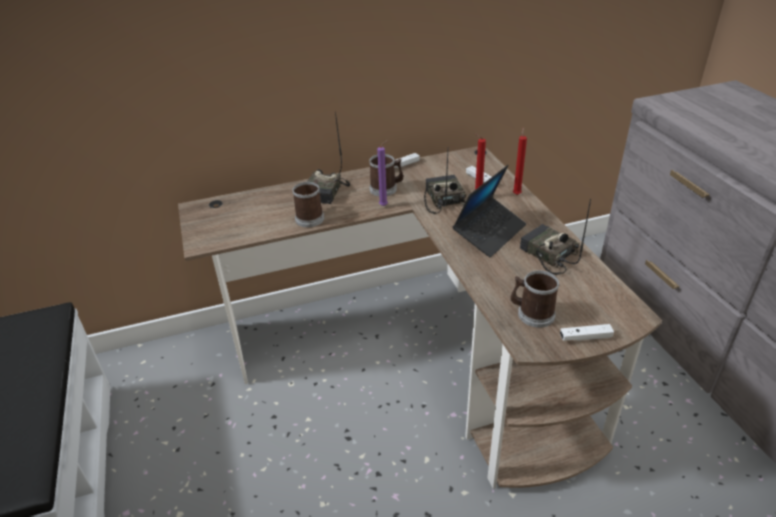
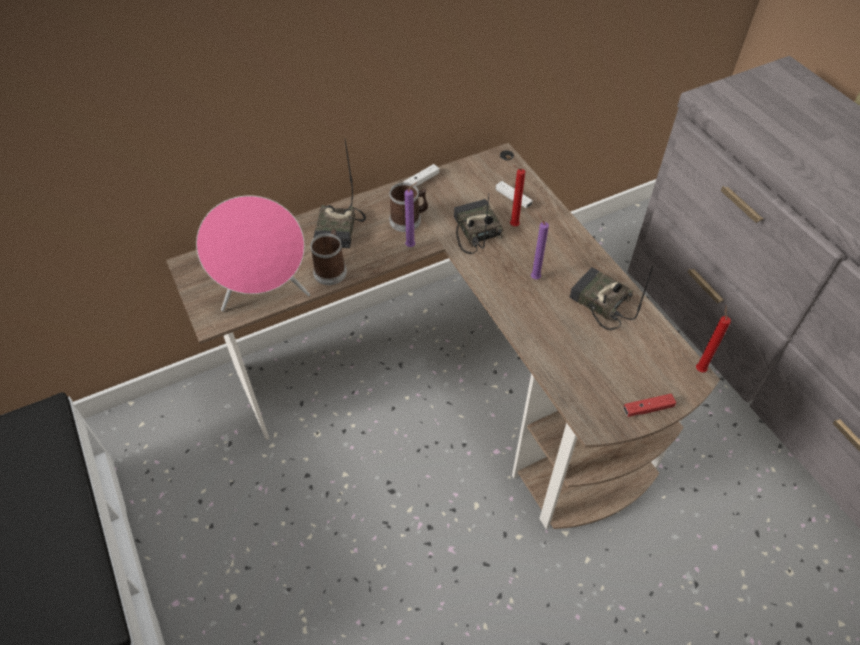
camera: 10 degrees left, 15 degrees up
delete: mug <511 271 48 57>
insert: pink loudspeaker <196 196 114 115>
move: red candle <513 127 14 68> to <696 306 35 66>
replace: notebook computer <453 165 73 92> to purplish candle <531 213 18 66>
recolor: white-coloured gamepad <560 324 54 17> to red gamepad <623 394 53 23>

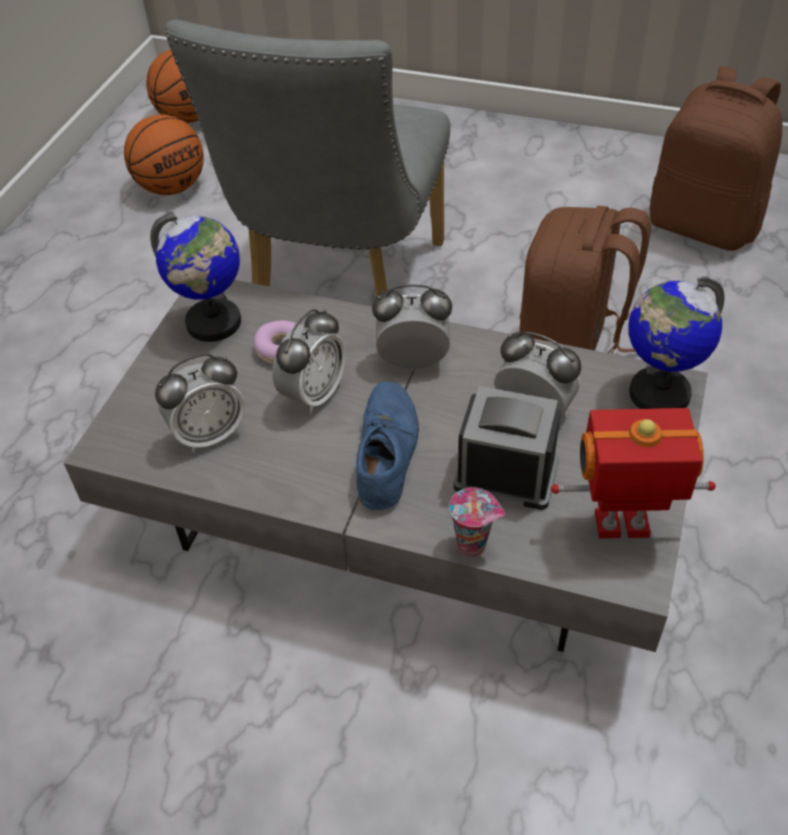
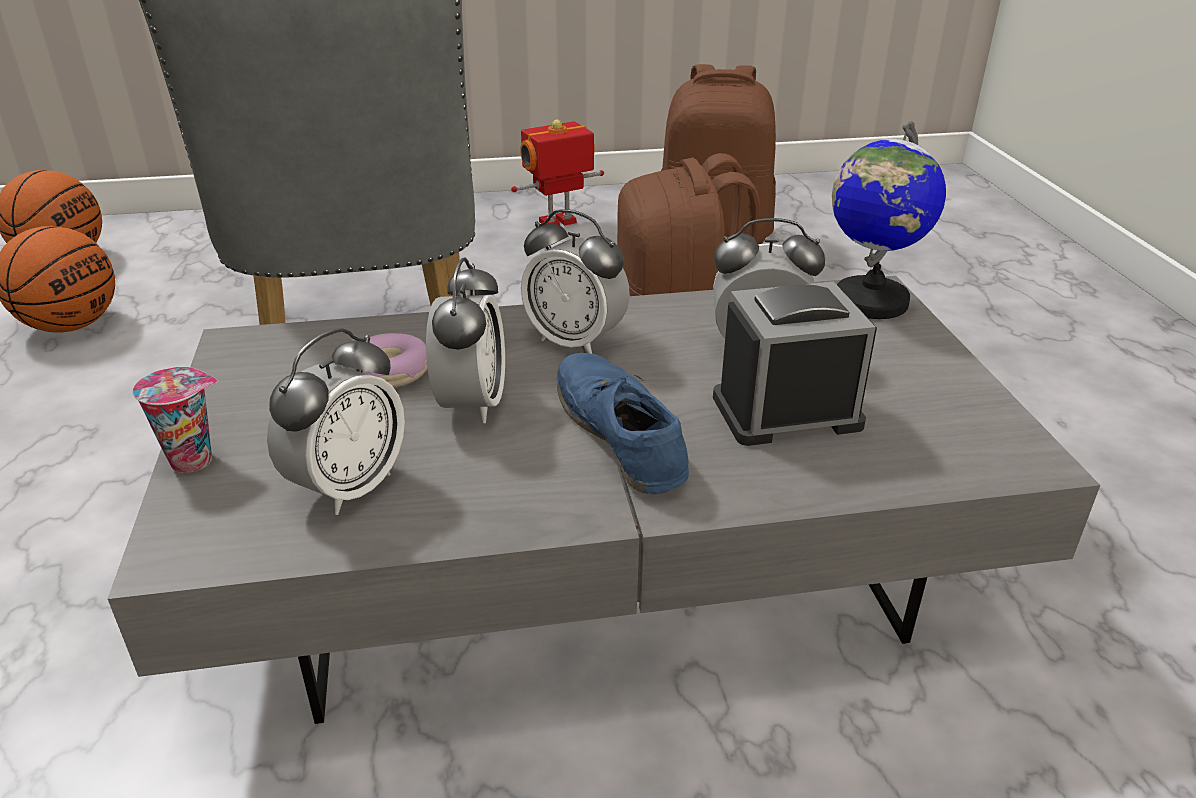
camera: 30 degrees left, 15 degrees down
delete: world globe <150 211 91 131>
move: cup <449 488 56 69> to <133 367 84 106>; toy robot <551 408 165 131> to <511 119 93 107>
rotate: bedside clock <372 284 80 86> = <521 209 109 145> 120 degrees counterclockwise

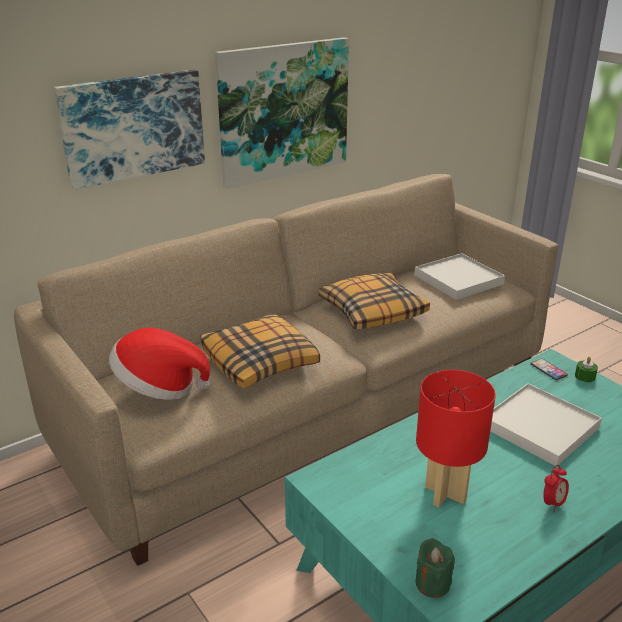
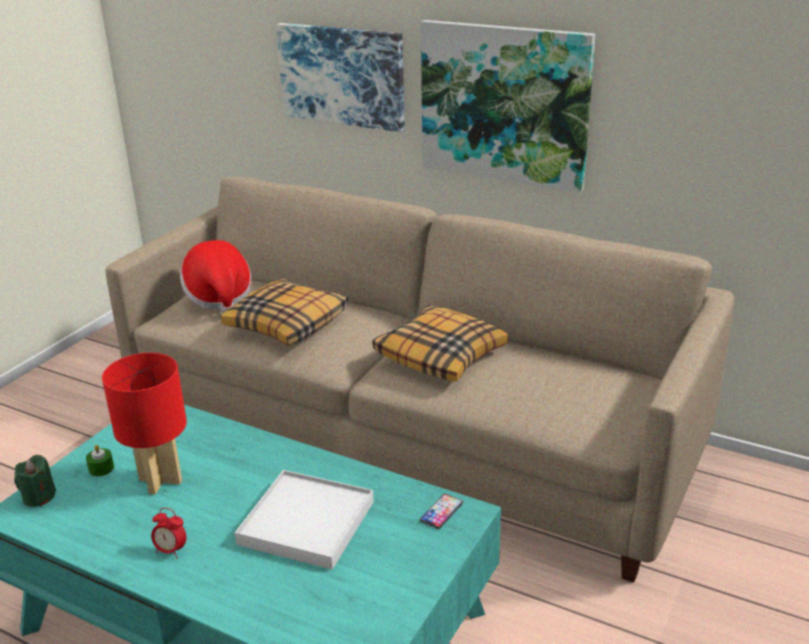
camera: 65 degrees right, 0 degrees up
delete: white-coloured serving tray <414 253 91 47>
move: green-coloured candle <575 357 23 25> to <86 445 28 31>

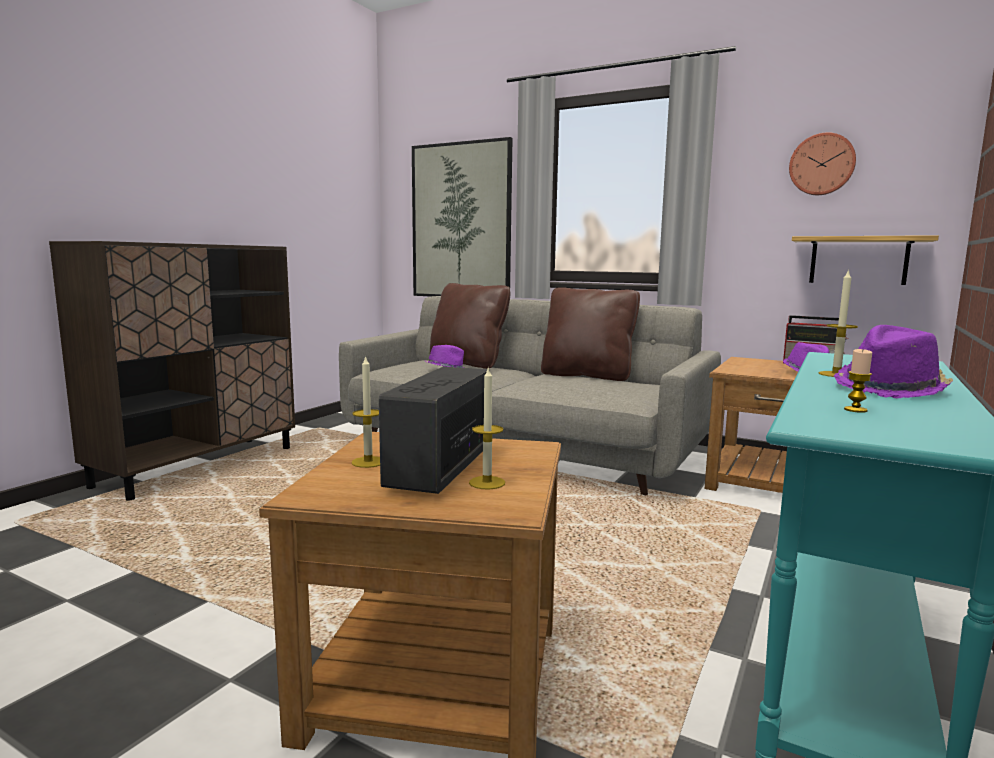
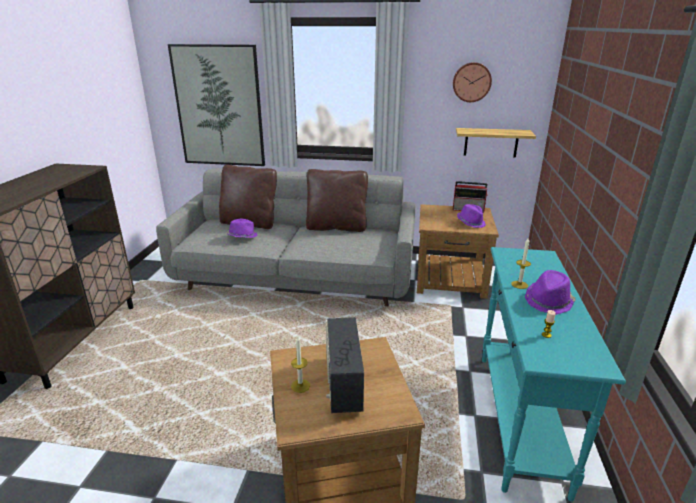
camera: 20 degrees left, 15 degrees up
delete: candle <469 366 36 124>

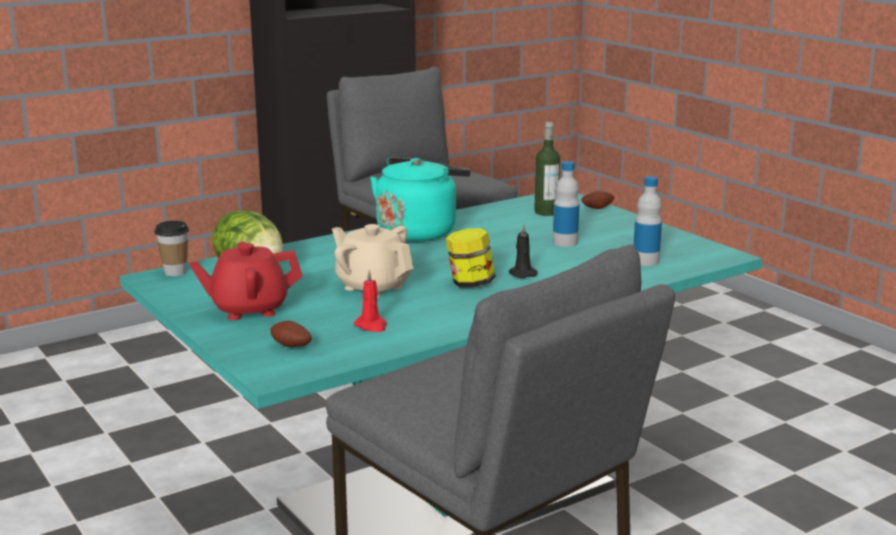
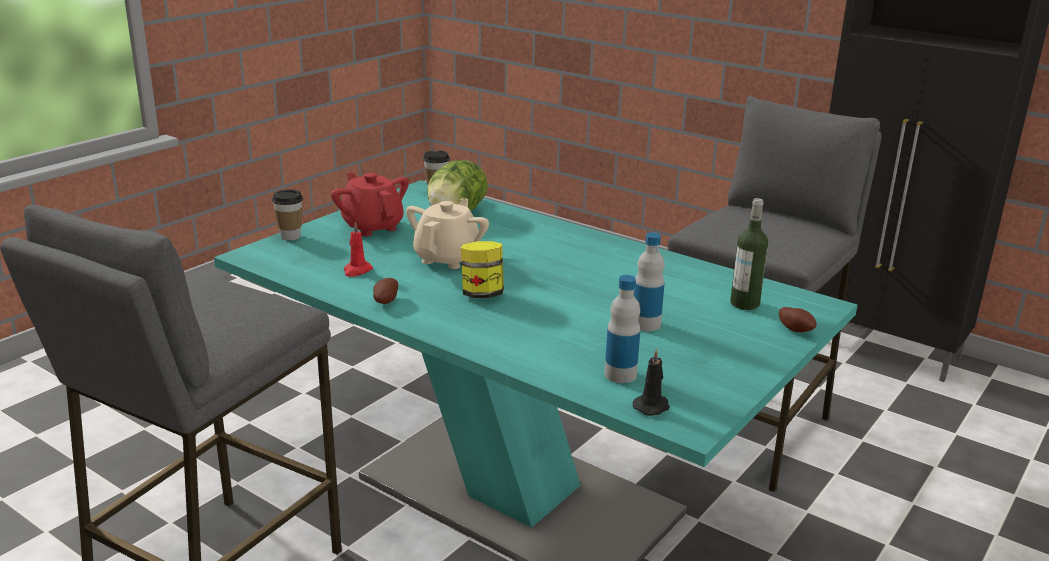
camera: 70 degrees right, 5 degrees up
delete: turquoise-coloured water kettle <370 158 101 84>
insert: cup <272 189 31 52>
move: potato <271 320 41 27> to <373 278 25 26>; black candle <509 224 29 54> to <632 348 38 68>

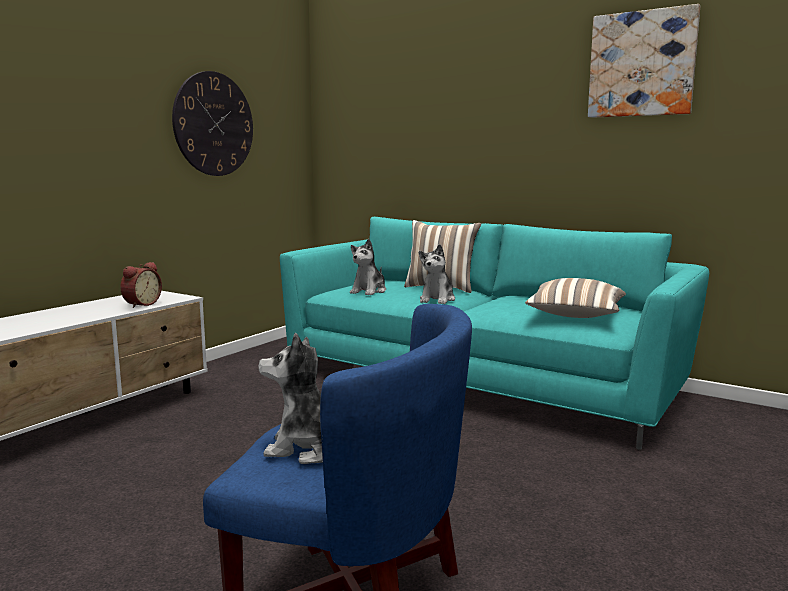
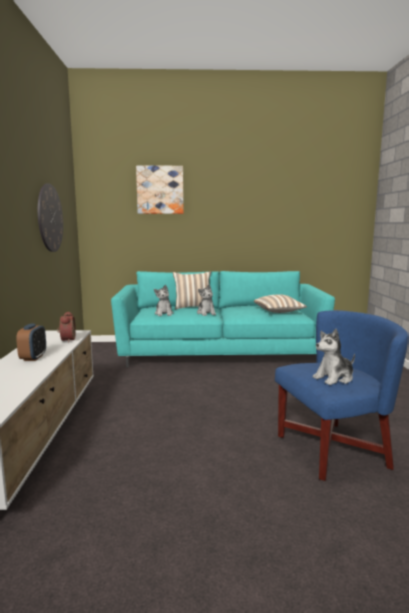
camera: 35 degrees left, 0 degrees up
insert: bedside clock <16 324 30 37>
move: picture <588 4 112 114> to <136 165 48 49>

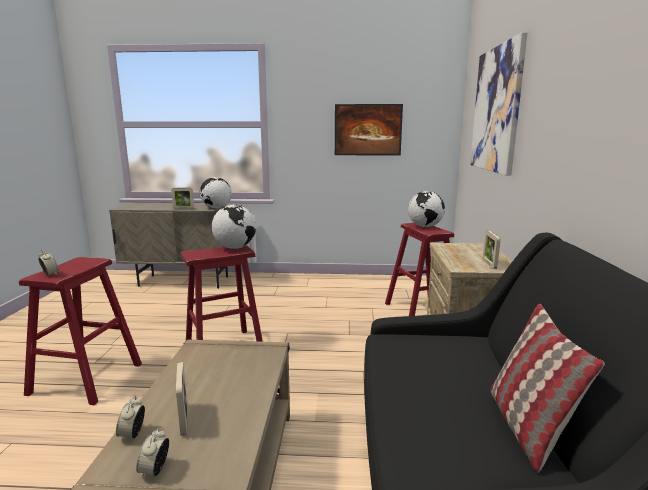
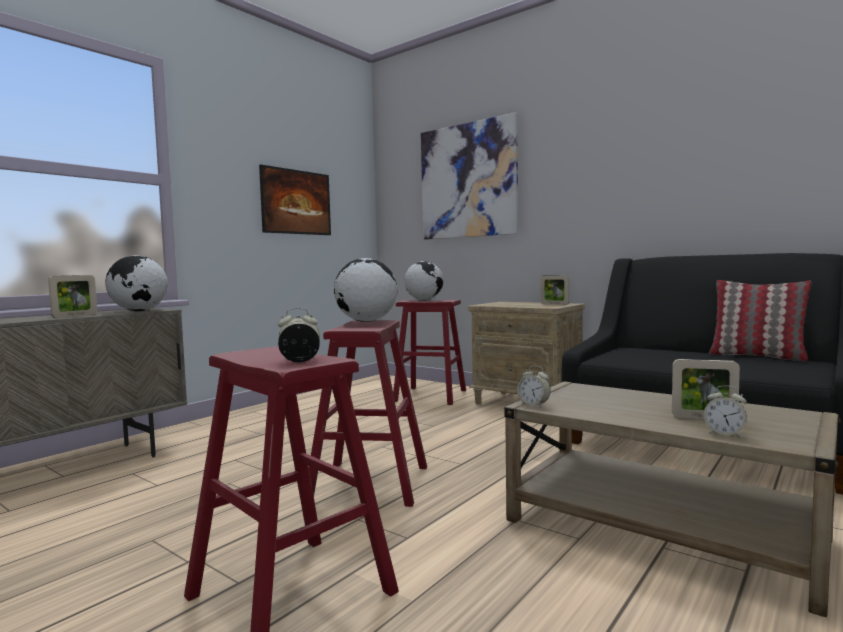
camera: 55 degrees left, 10 degrees down
move: bedside clock <136 428 33 51> to <517 366 34 41>

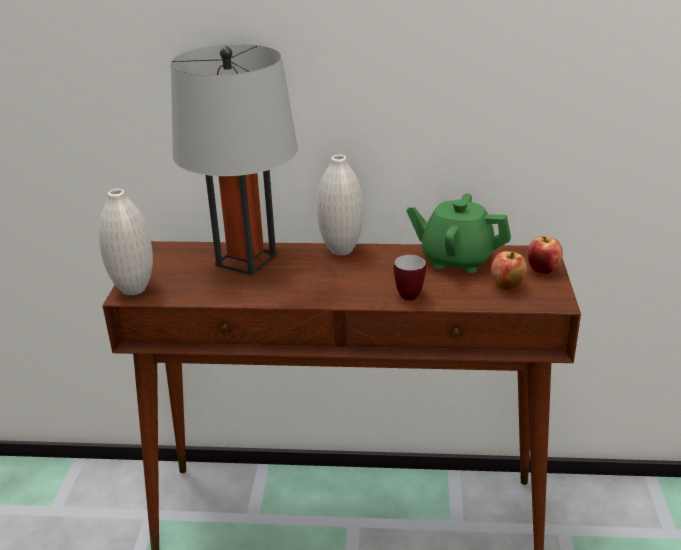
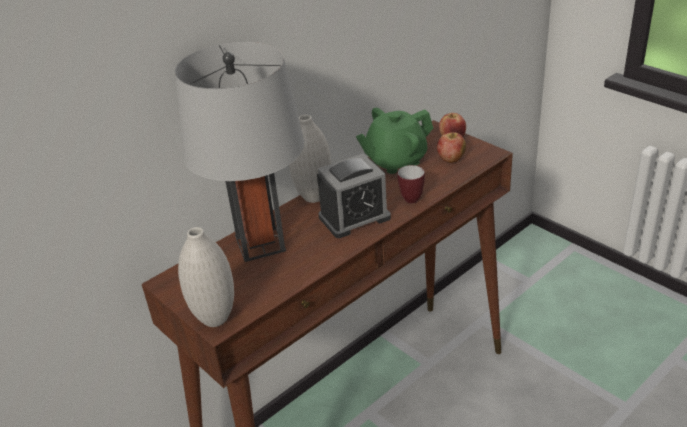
camera: 45 degrees left, 5 degrees up
insert: bedside clock <317 154 74 84>

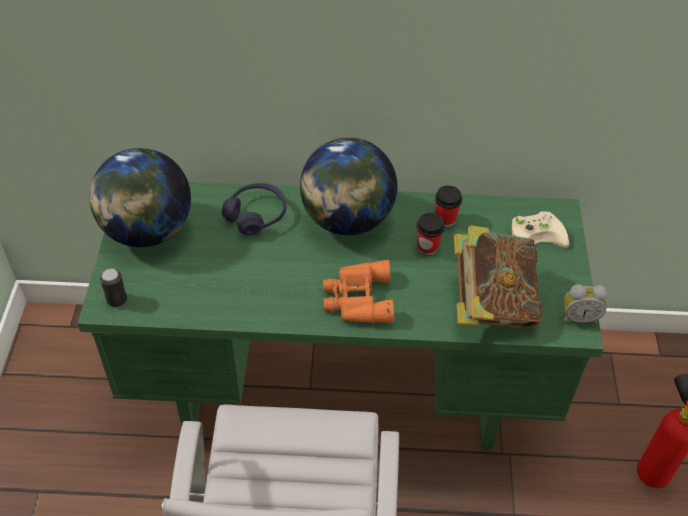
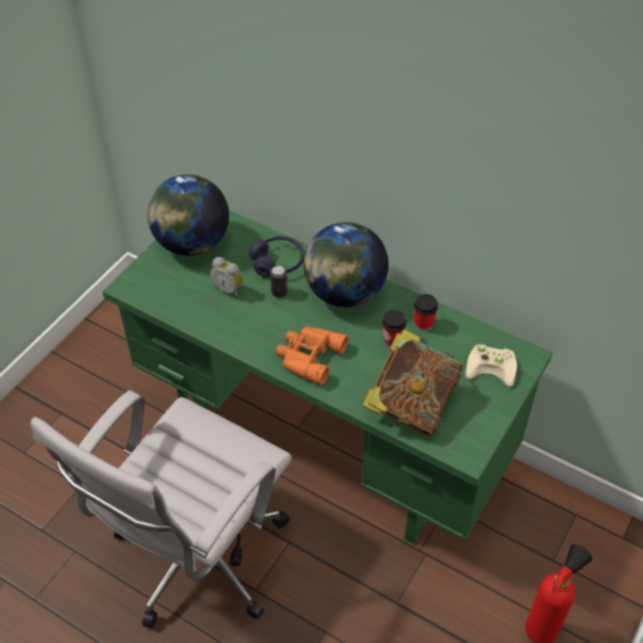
camera: 30 degrees right, 0 degrees up
move: bedside clock <563 284 45 40> to <210 257 33 40>; can <100 268 27 39> to <270 266 18 32>

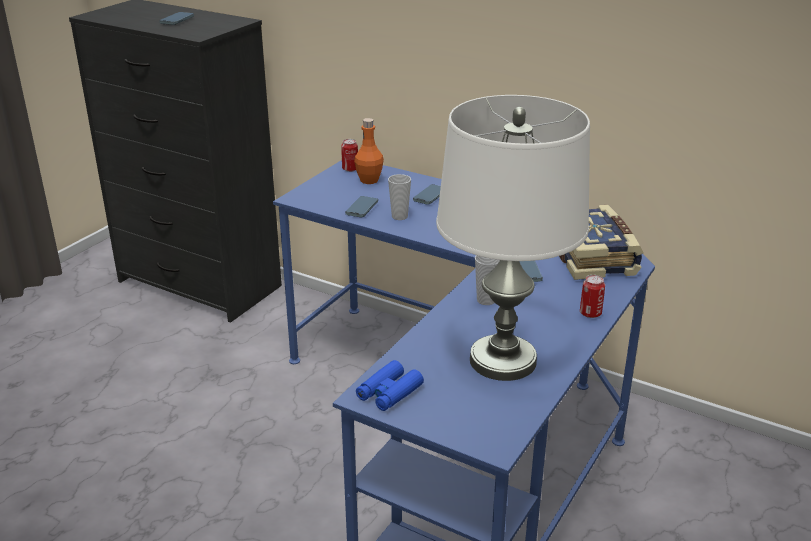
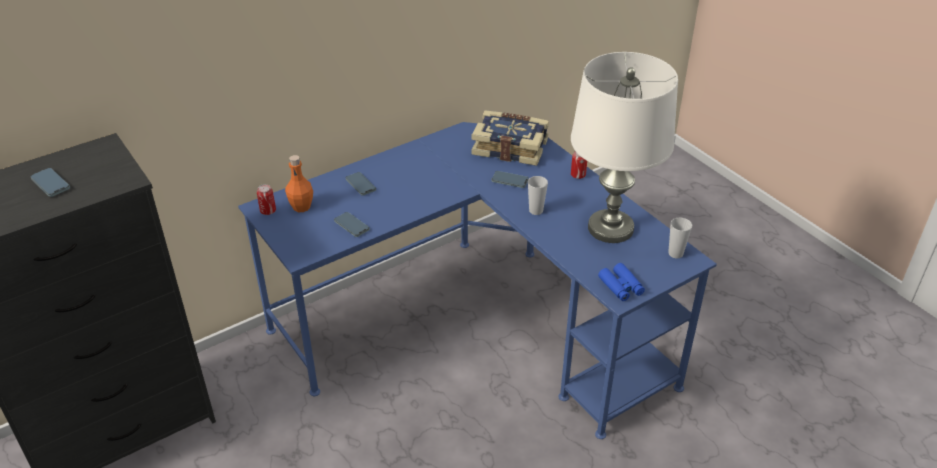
camera: 65 degrees left, 10 degrees up
move: cup <388 174 23 46> to <668 218 25 40>

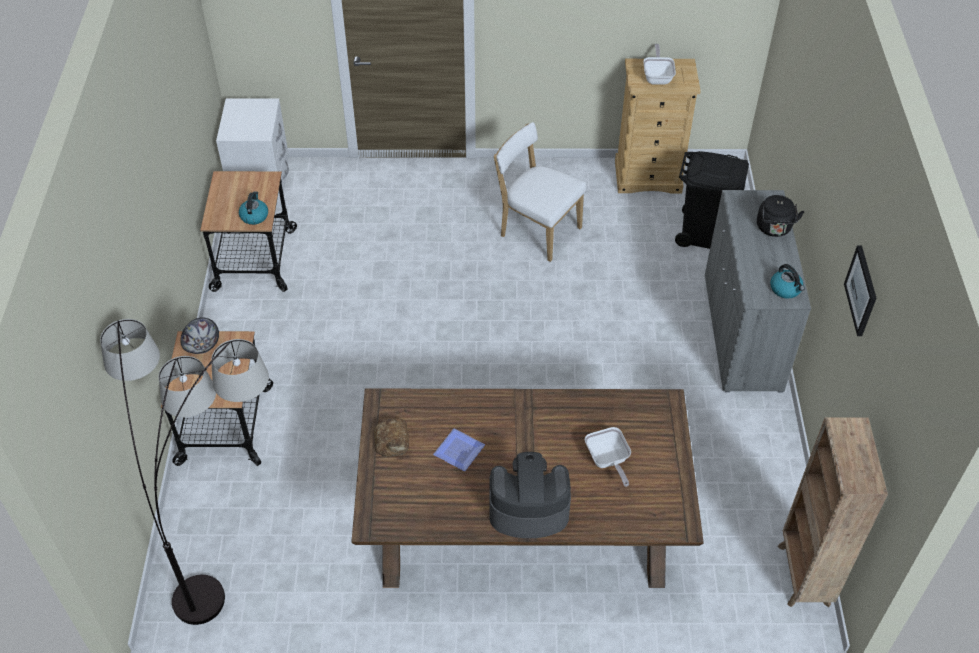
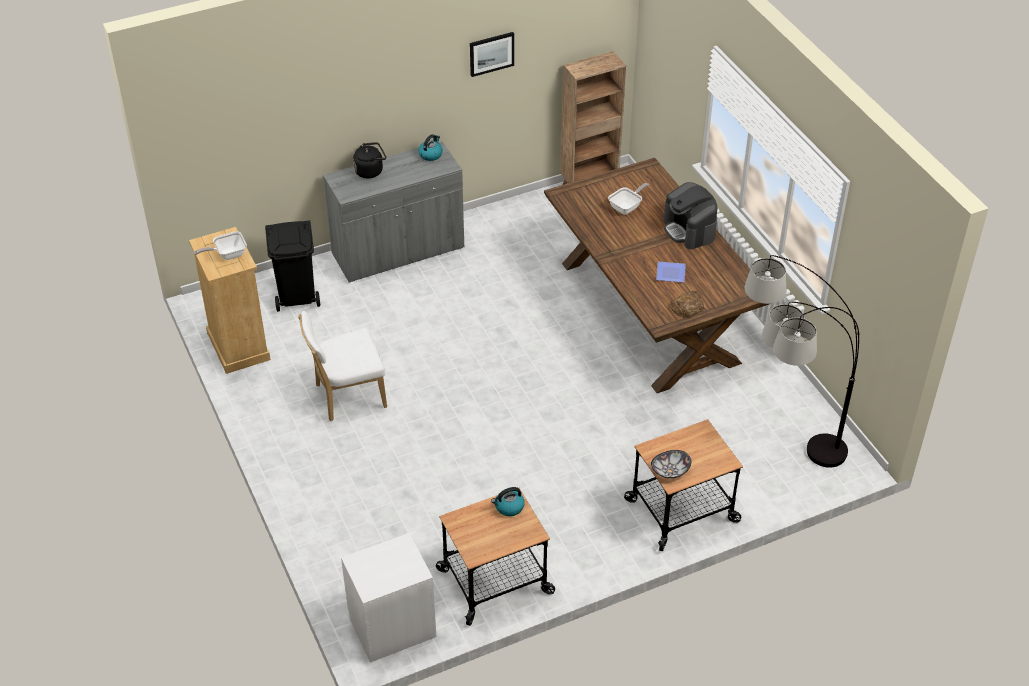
camera: 115 degrees left, 5 degrees down
rotate: white-coloured plain chair <494 122 93 140> = <298 311 89 110> 60 degrees clockwise

